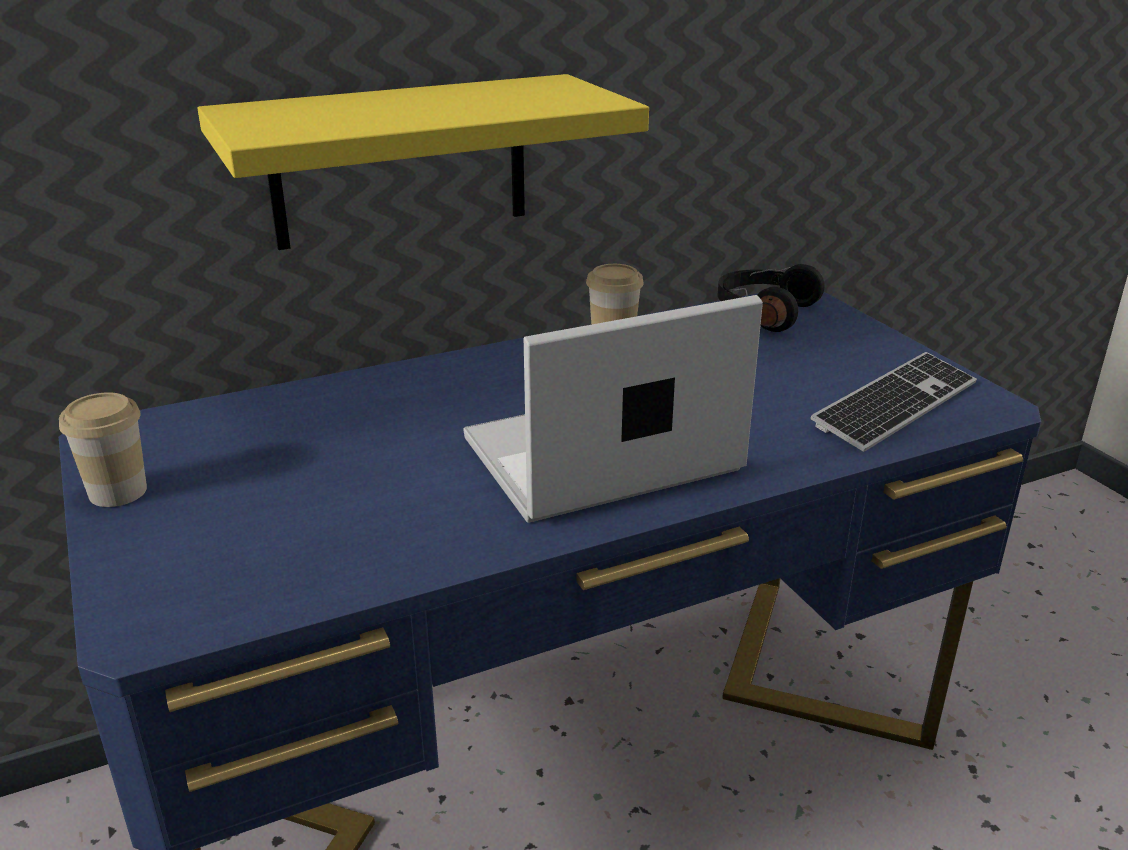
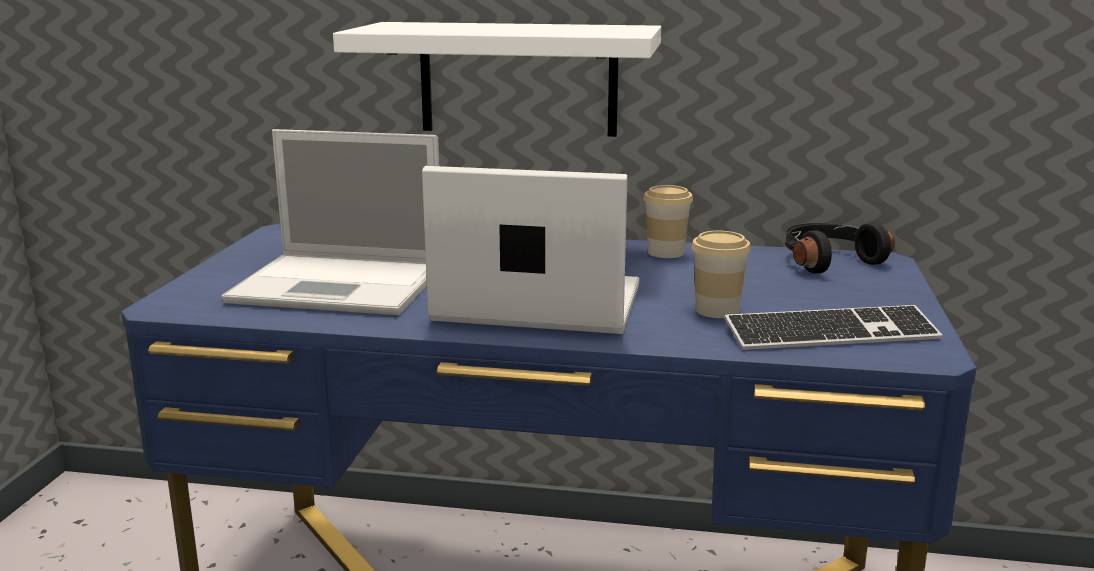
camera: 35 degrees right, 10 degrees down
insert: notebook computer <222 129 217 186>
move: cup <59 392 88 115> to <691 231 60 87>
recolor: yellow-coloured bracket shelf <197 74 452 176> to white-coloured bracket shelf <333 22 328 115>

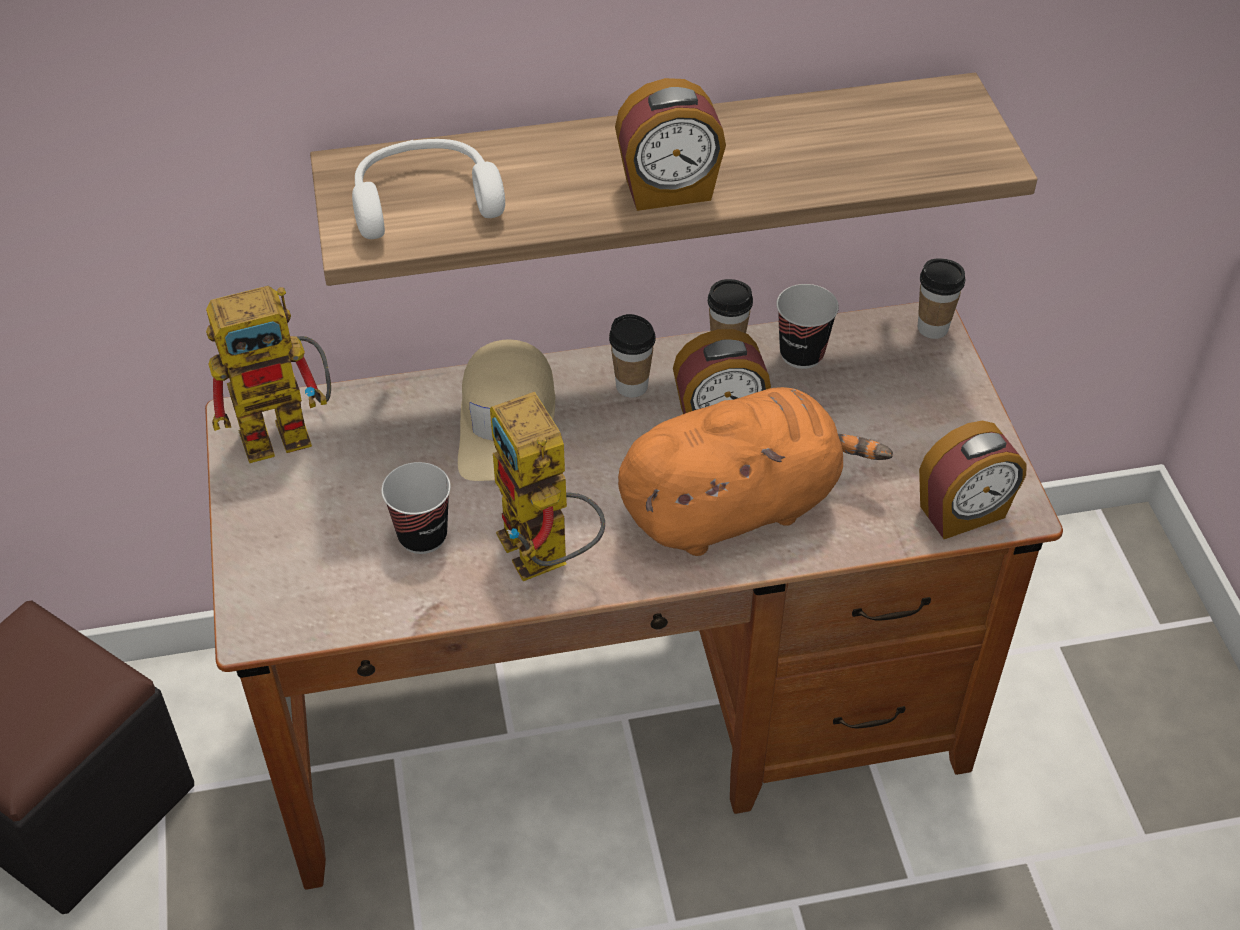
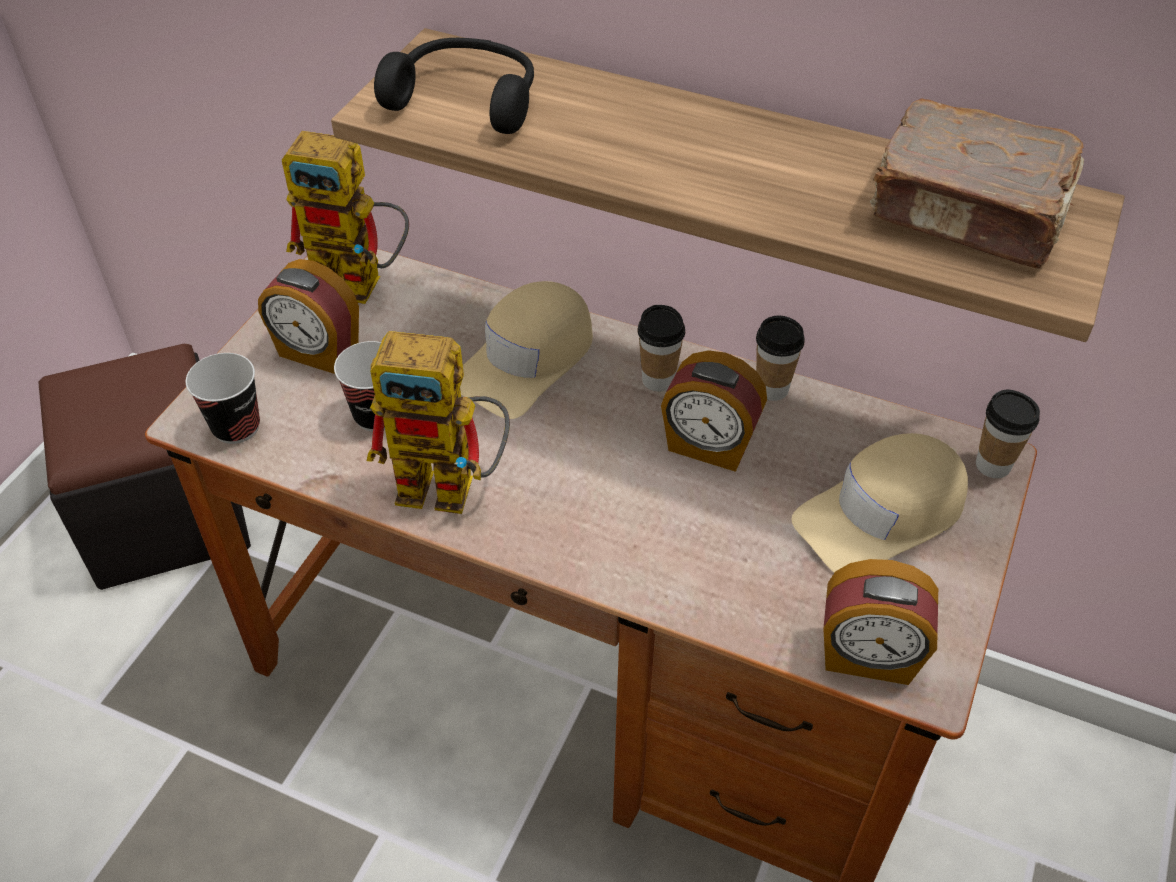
camera: 35 degrees right, 0 degrees up
delete: orange-coloured cuddly toy <618 387 275 169>
insert: sand-coloured cap <791 433 177 140>; brown book <870 98 214 171>
move: cup <776 284 63 85> to <186 353 74 91>; bedside clock <615 78 111 133> to <258 259 101 115>
recolor: white-coloured headphones <352 139 153 100> to black headphones <374 38 160 96>
rotate: toy robot <490 392 115 189> = <367 331 143 183> 90 degrees counterclockwise

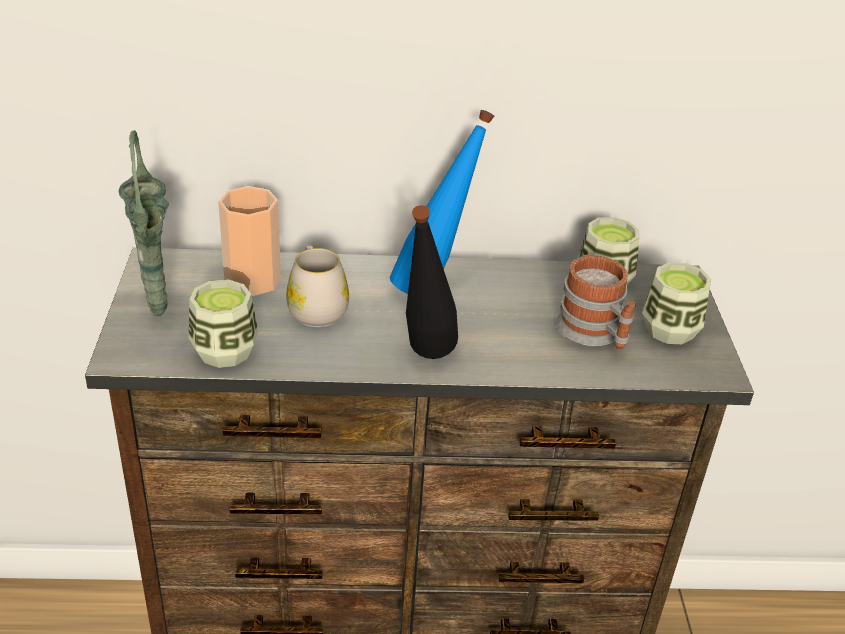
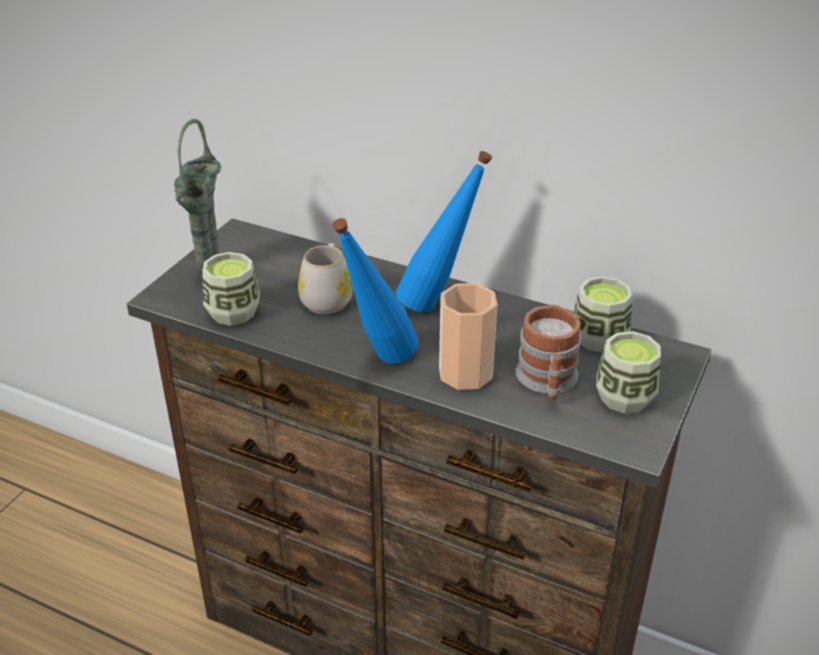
camera: 30 degrees right, 0 degrees up
move: cup <218 186 63 110> to <439 283 58 107>
recolor: black drink bottle <406 205 52 154> to blue drink bottle <332 218 86 146>

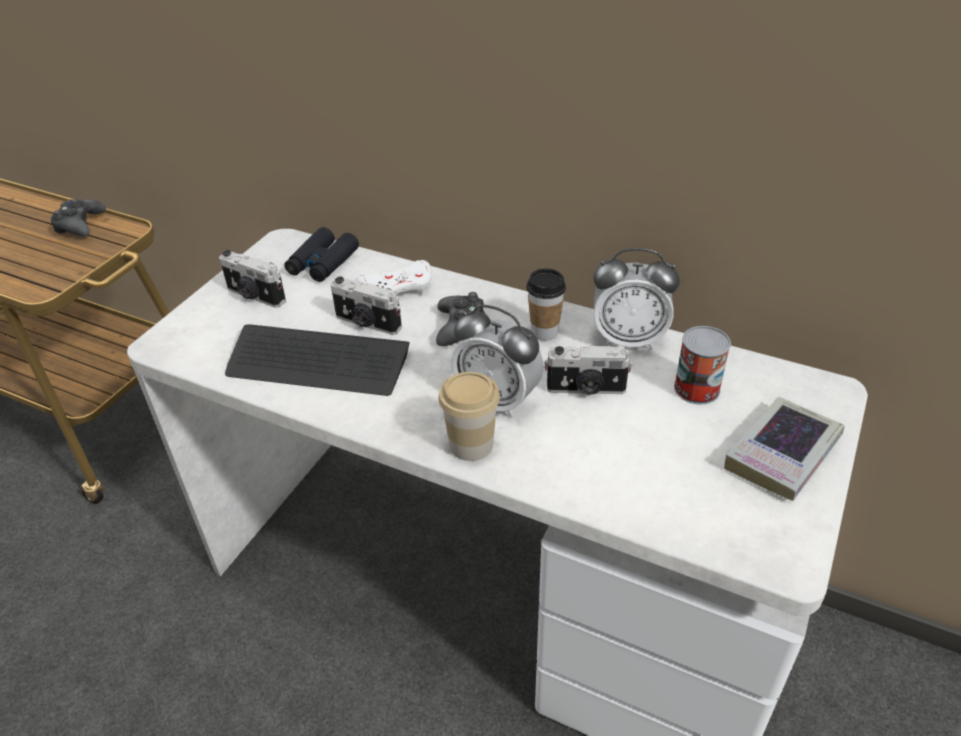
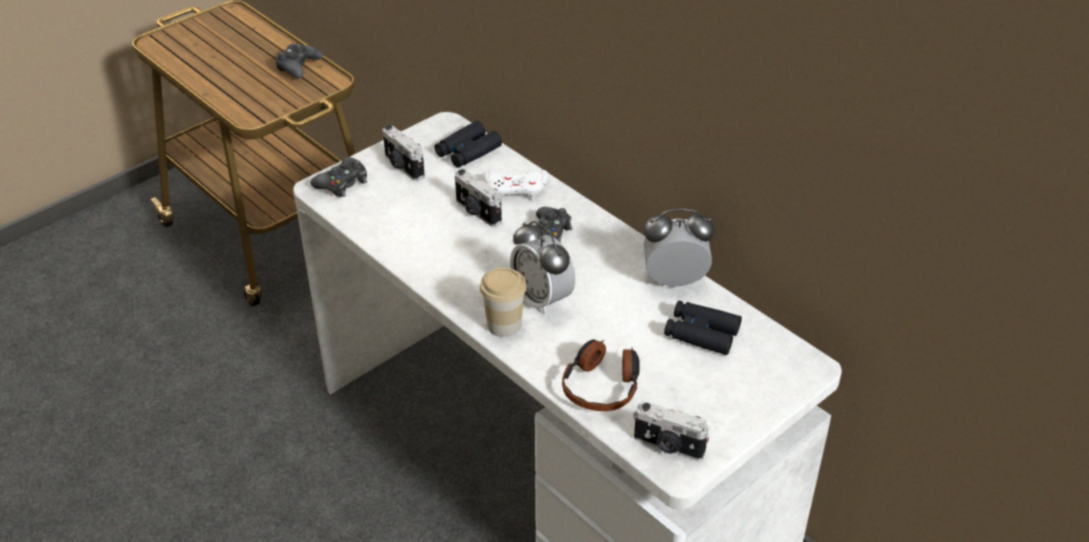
camera: 20 degrees right, 0 degrees up
delete: computer keyboard <225 324 185 72>; cup <527 268 39 73>; book <724 397 120 104>
insert: black gamepad <310 157 57 40>; headphones <562 339 77 72>
move: photo camera <544 346 88 49> to <634 401 76 60>
replace: can <674 326 57 78> to black binoculars <664 300 78 55>
rotate: bedside clock <593 248 87 101> = <643 209 72 79> 150 degrees clockwise

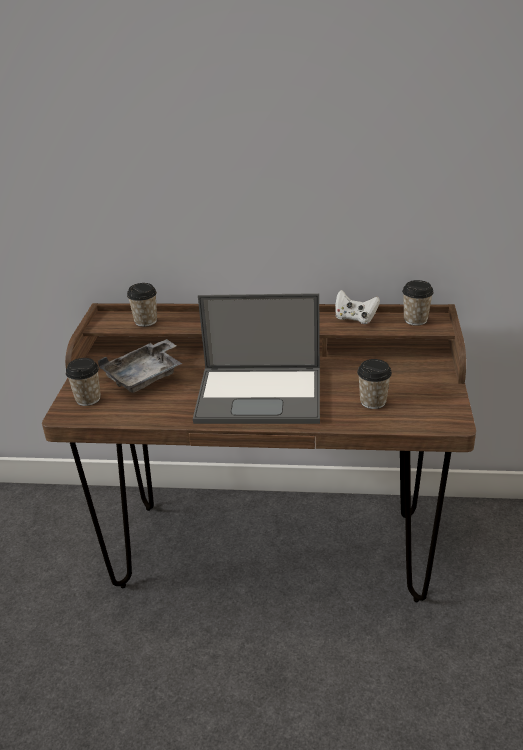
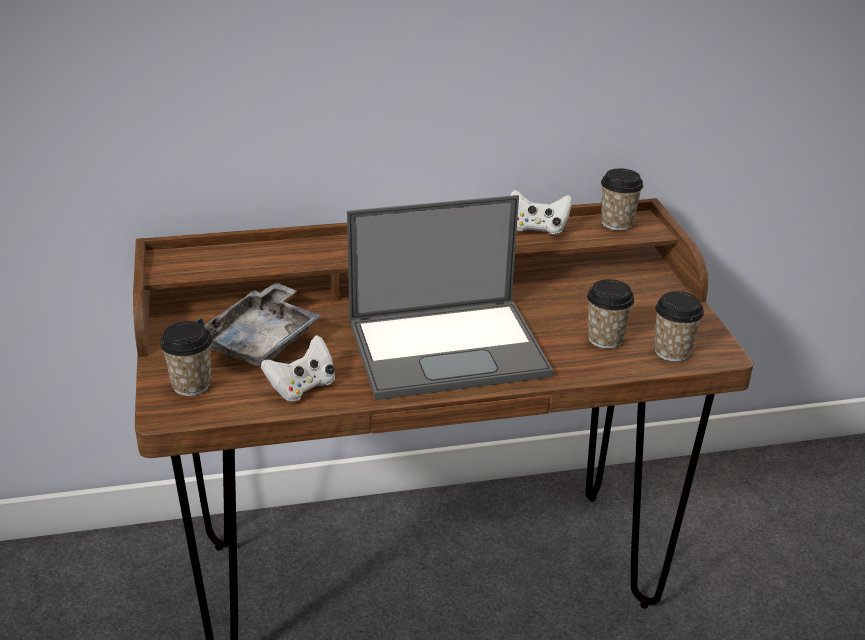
camera: 20 degrees left, 0 degrees up
insert: white-coloured gamepad <261 335 74 67>
move: cup <127 283 30 44> to <654 291 50 71>

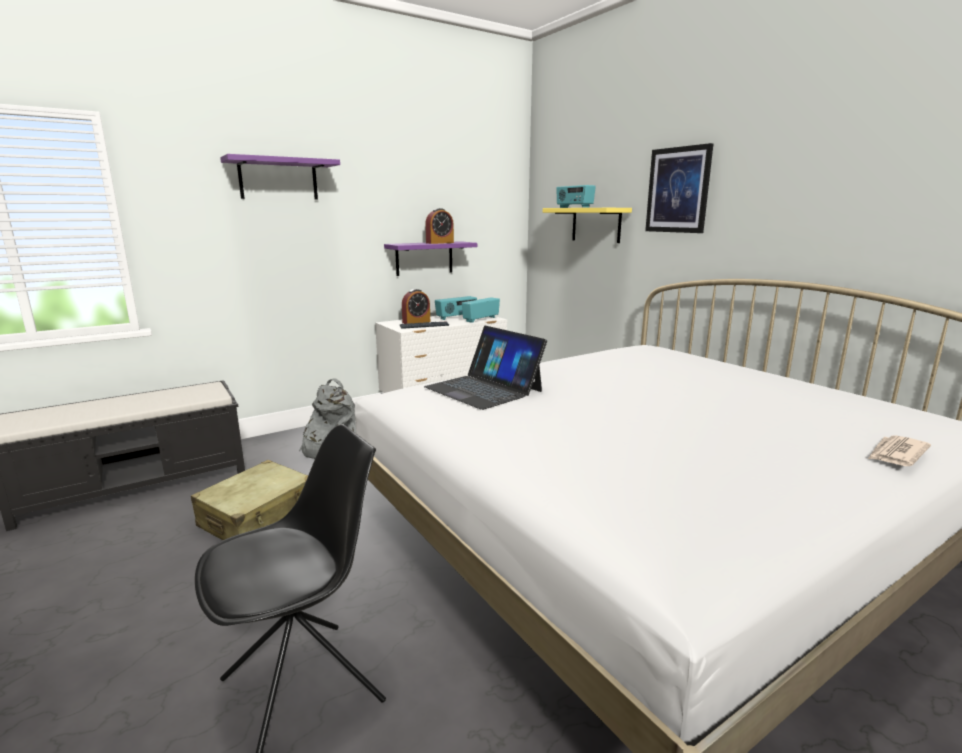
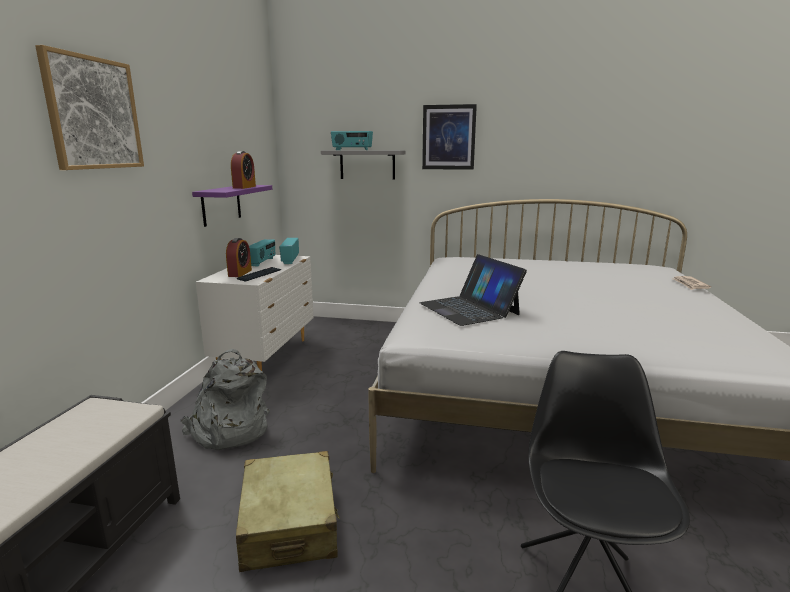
camera: 45 degrees left, 0 degrees up
replace: purplish bracket shelf <220 154 120 46> to picture <35 45 109 125>
recolor: yellow-coloured bracket shelf <543 208 89 35> to greyish bracket shelf <321 150 84 30>
rotate: notebook computer <424 326 123 84> = <419 254 108 72> 60 degrees clockwise

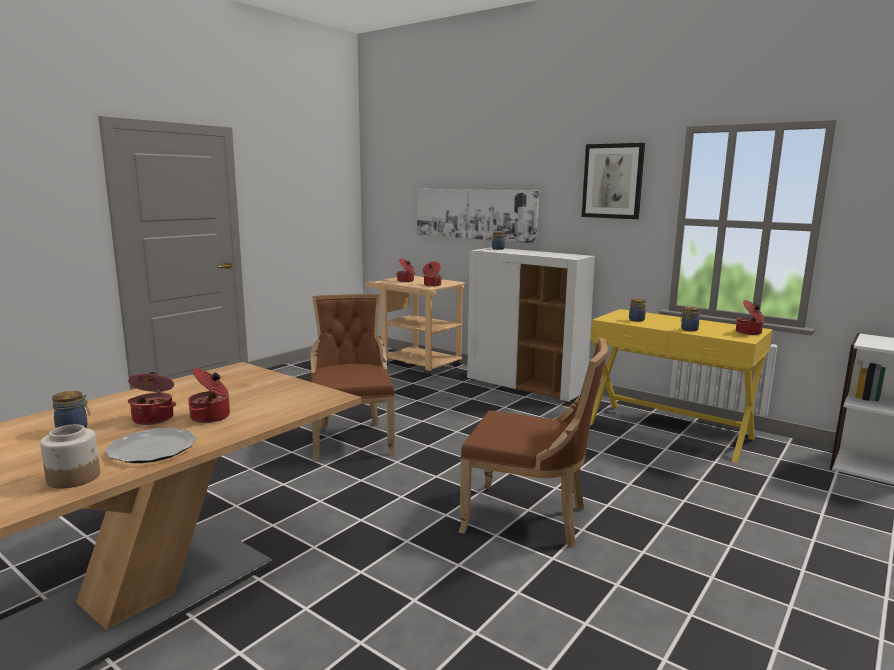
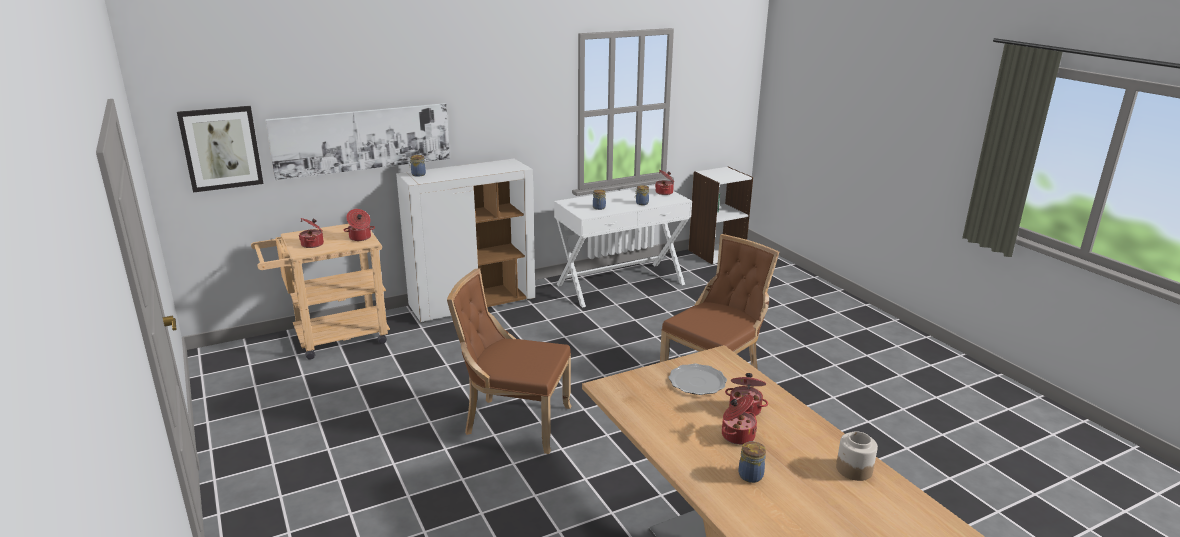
camera: 65 degrees left, 10 degrees up
move: picture <582 143 63 76> to <177 106 87 87>; dinner plate <105 428 92 35> to <668 364 59 31>
recolor: yellow-coloured hall table <590 309 183 154> to white-coloured hall table <554 185 138 123>

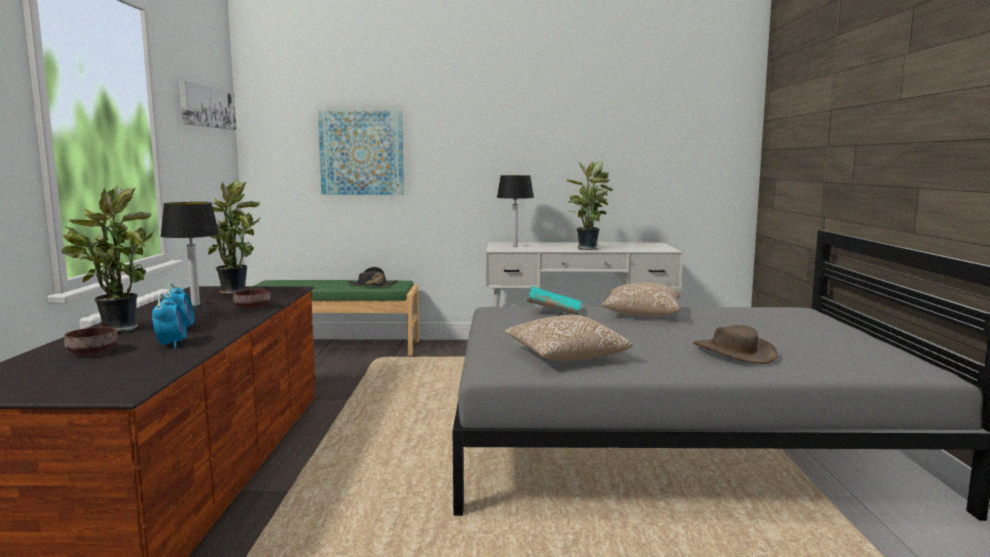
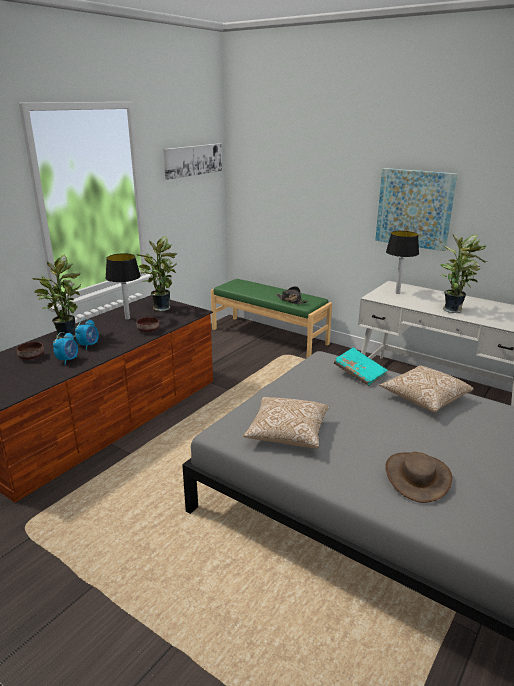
camera: 35 degrees right, 15 degrees up
move: picture <318 110 86 85> to <375 168 82 83>

